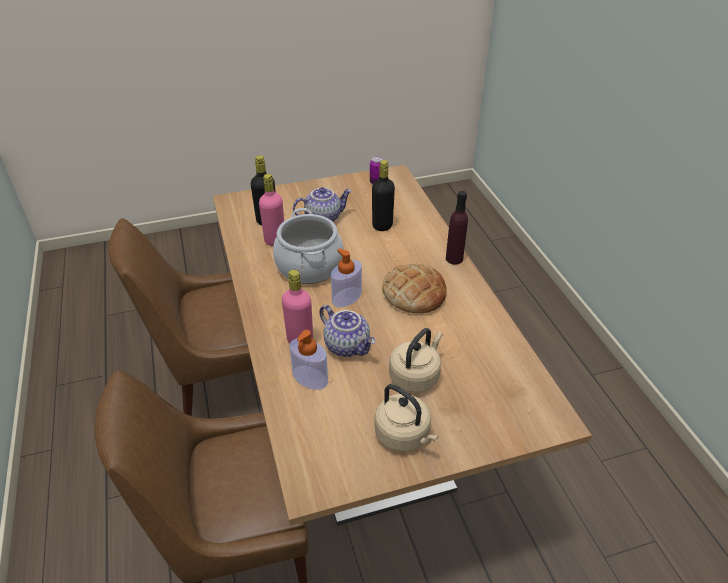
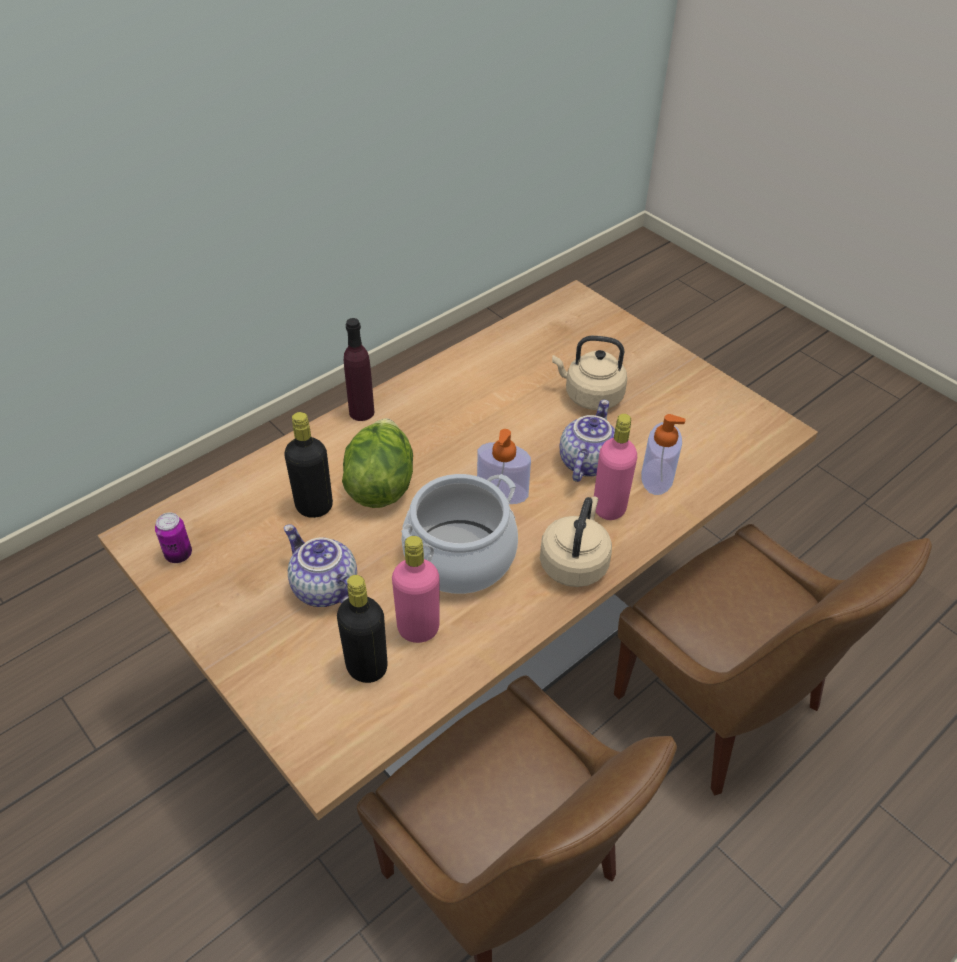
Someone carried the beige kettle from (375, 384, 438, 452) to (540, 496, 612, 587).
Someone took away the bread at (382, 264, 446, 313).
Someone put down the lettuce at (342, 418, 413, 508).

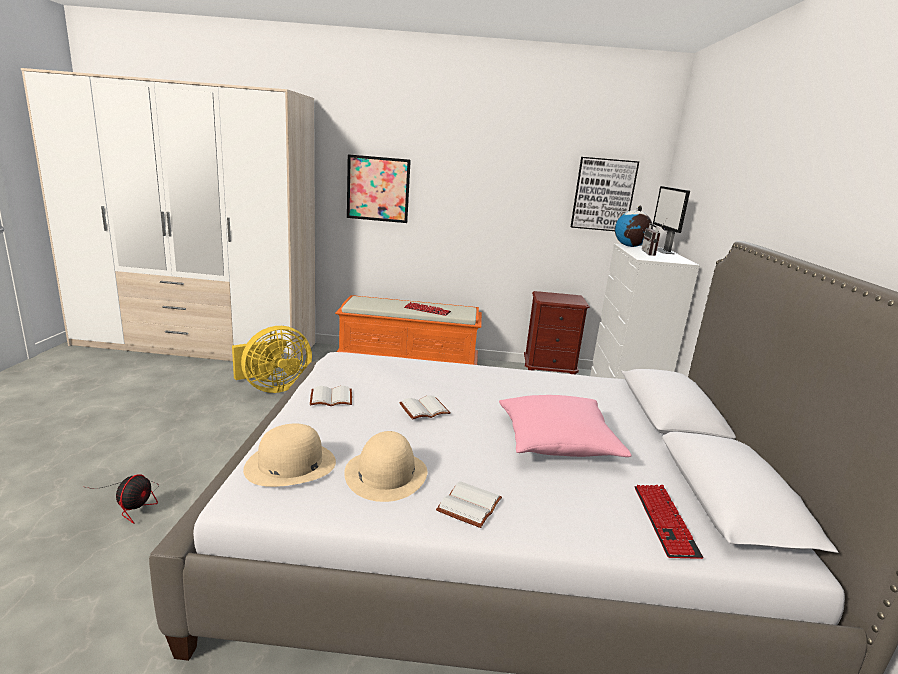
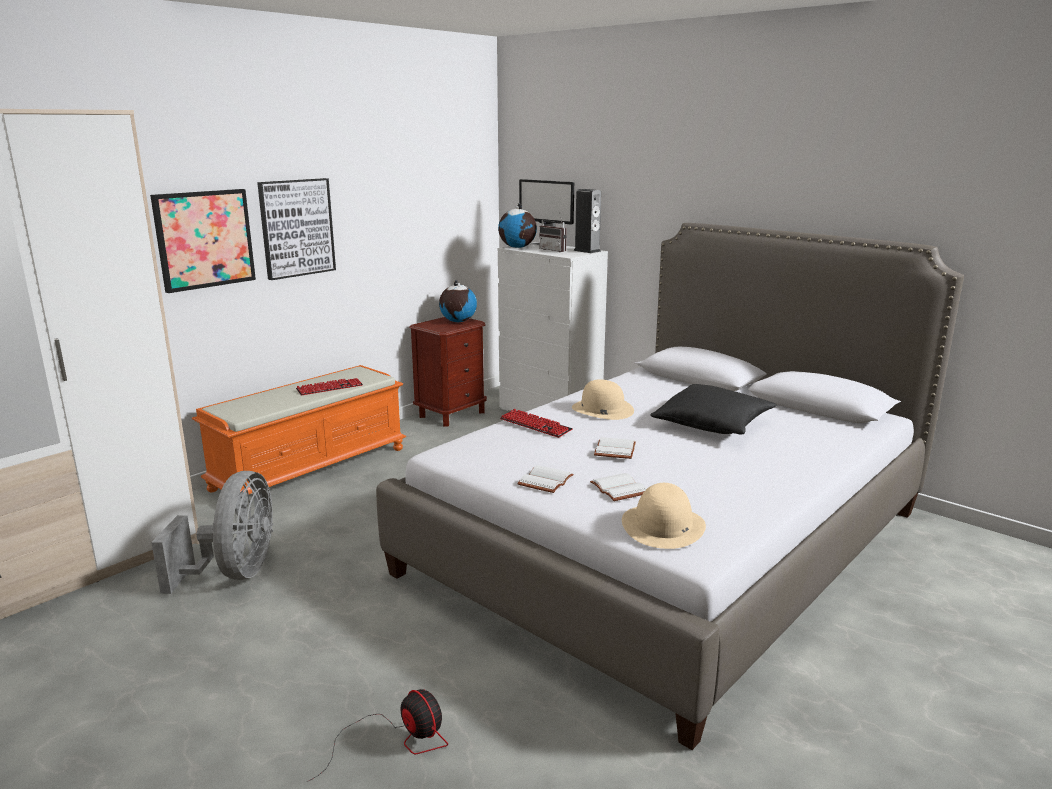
Someone repainted the yellow fan at (232, 326, 312, 393), which became the grey fan at (151, 471, 274, 594).
Someone carried the beige hat from (344, 431, 427, 502) to (572, 380, 634, 420).
Someone carried the white book from (436, 481, 502, 528) to (590, 473, 646, 501).
Someone repainted the pink pillow at (499, 395, 632, 457), which became the black pillow at (650, 384, 777, 435).
Someone carried the picture from (571, 157, 639, 231) to (257, 178, 336, 280).
Someone carried the keyboard from (635, 485, 703, 559) to (500, 409, 573, 438).
Someone put down the globe at (439, 280, 477, 322).
Someone put down the speaker at (573, 189, 601, 253).

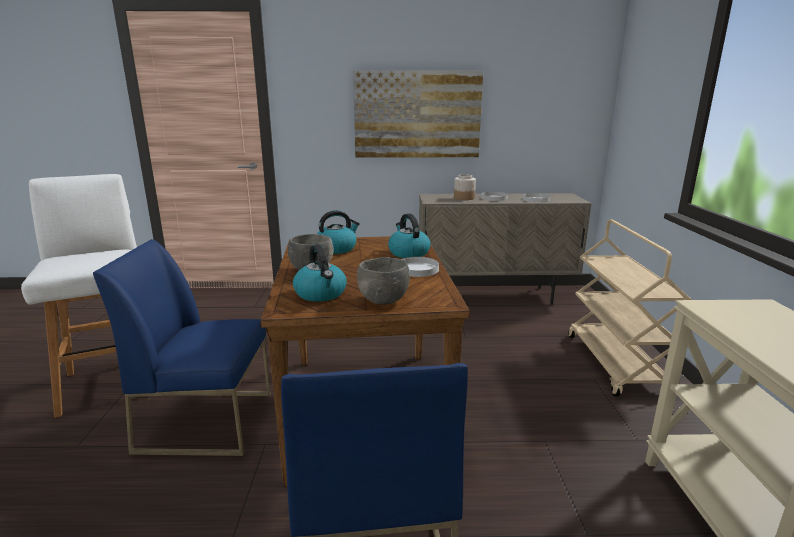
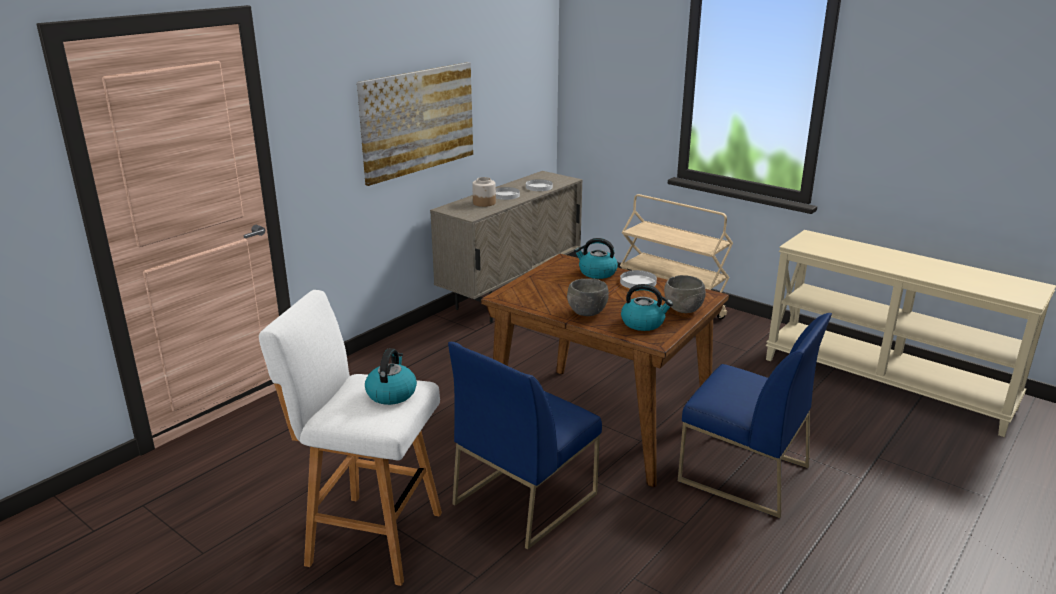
Someone carried the kettle from (317, 210, 360, 254) to (365, 348, 417, 405).

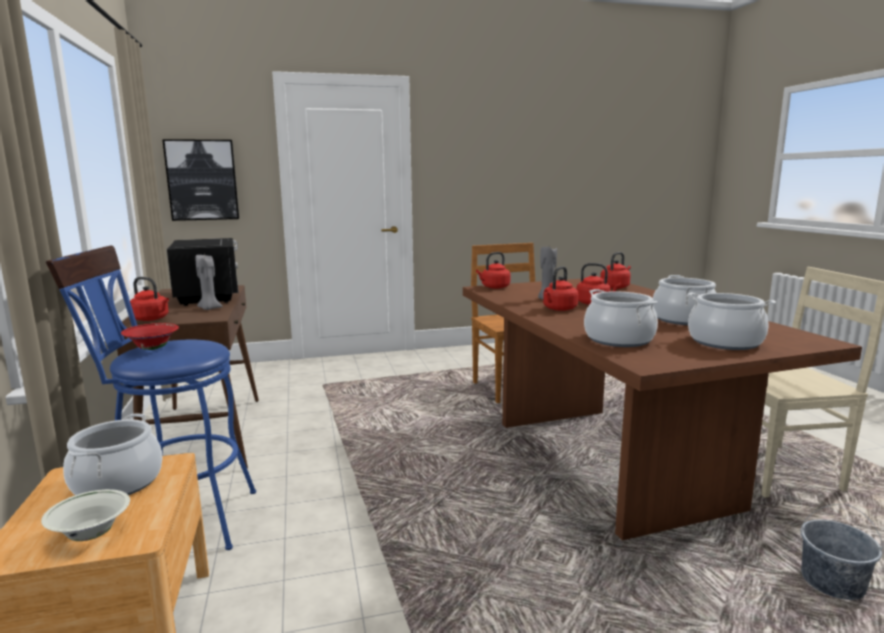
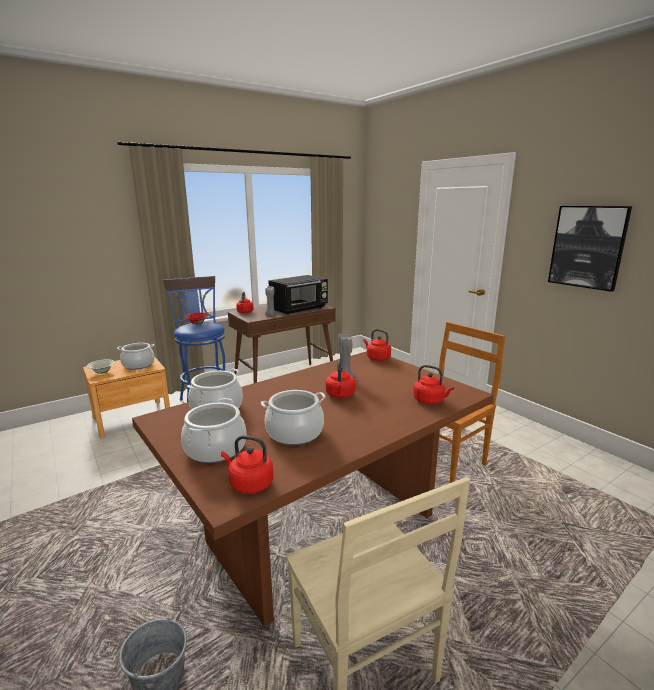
Someone carried the picture from (162, 139, 239, 221) to (548, 206, 632, 292).
Someone carried the red kettle from (543, 266, 578, 311) to (221, 435, 273, 494).

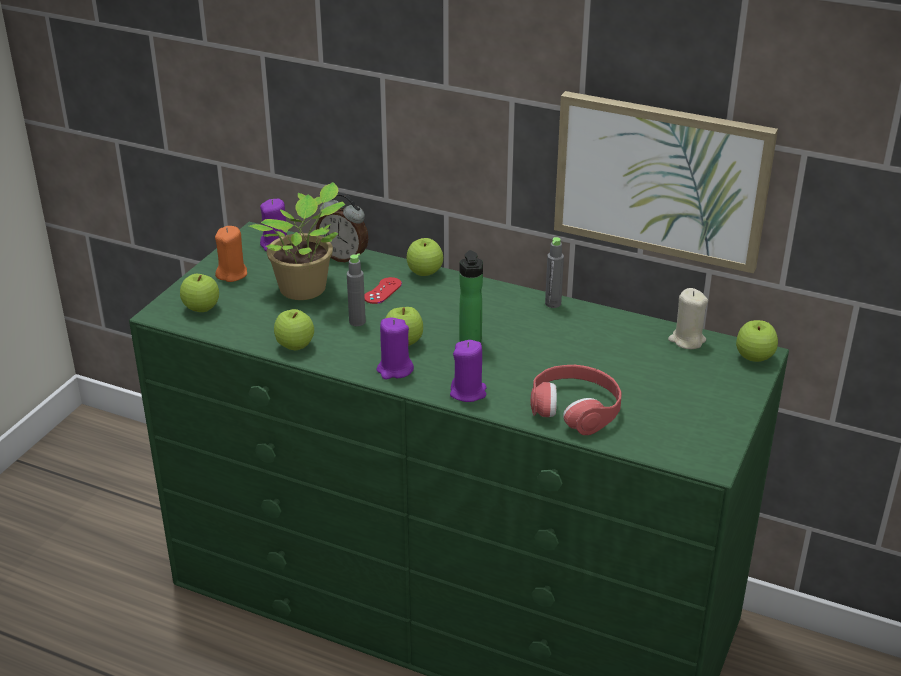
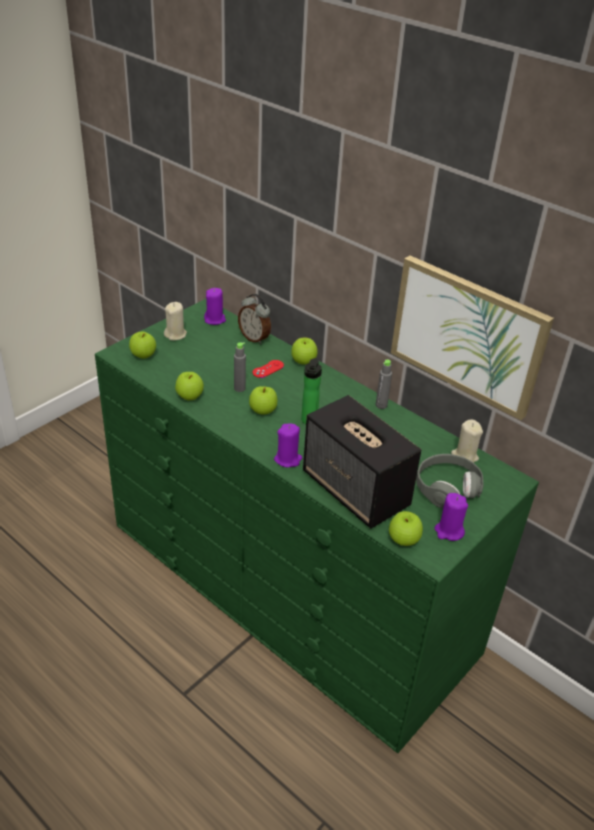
Someone repainted the orange candle at (215, 226, 247, 282), which became the beige candle at (164, 302, 187, 341).
Someone took away the potted plant at (249, 182, 346, 300).
Someone carried the purple candle from (376, 318, 414, 379) to (435, 493, 468, 541).
Someone swapped the red headphones at (530, 365, 621, 435) for the speaker at (303, 395, 421, 529).
Someone carried the apple from (736, 320, 778, 362) to (389, 511, 423, 546).
Someone put down the grey headphones at (416, 454, 484, 508).

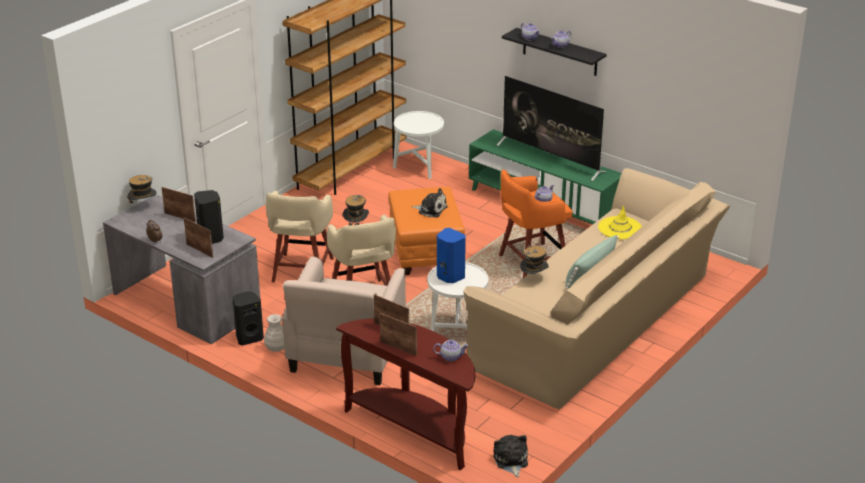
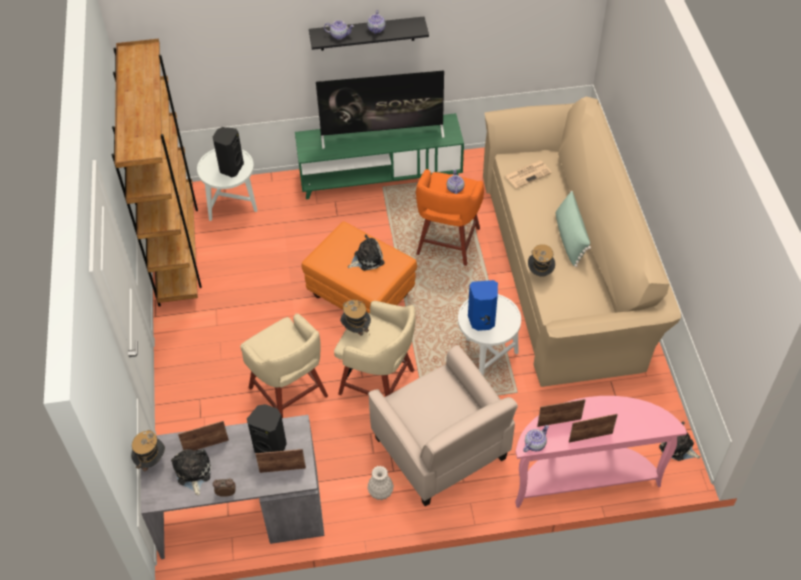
Someone carried the black speaker from (233, 291, 264, 345) to (213, 127, 244, 177).
Someone repainted the brown console table at (336, 319, 476, 470), which became the pink console table at (515, 396, 687, 508).
Someone carried the teapot from (433, 340, 469, 361) to (523, 425, 549, 452).
Someone swapped the yellow hat at (598, 205, 642, 239) for the newspaper at (505, 160, 552, 189).
Someone put down the plush toy at (171, 449, 211, 496).

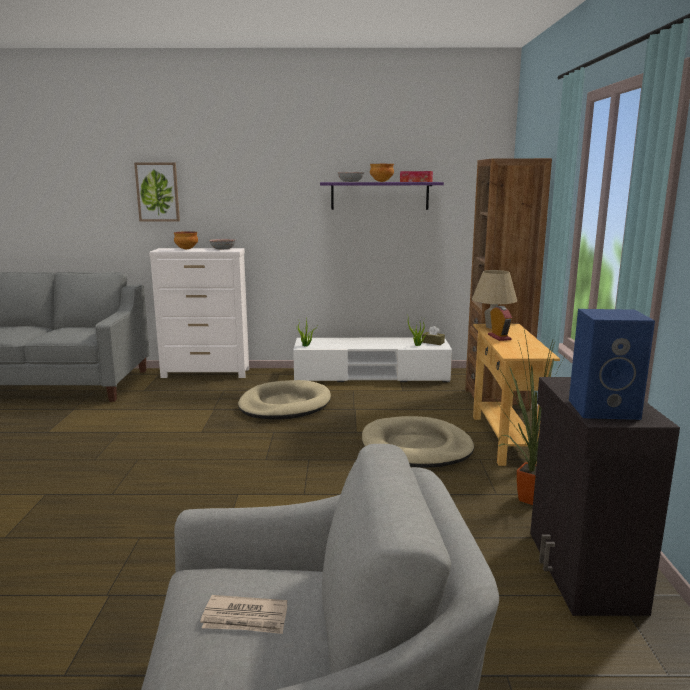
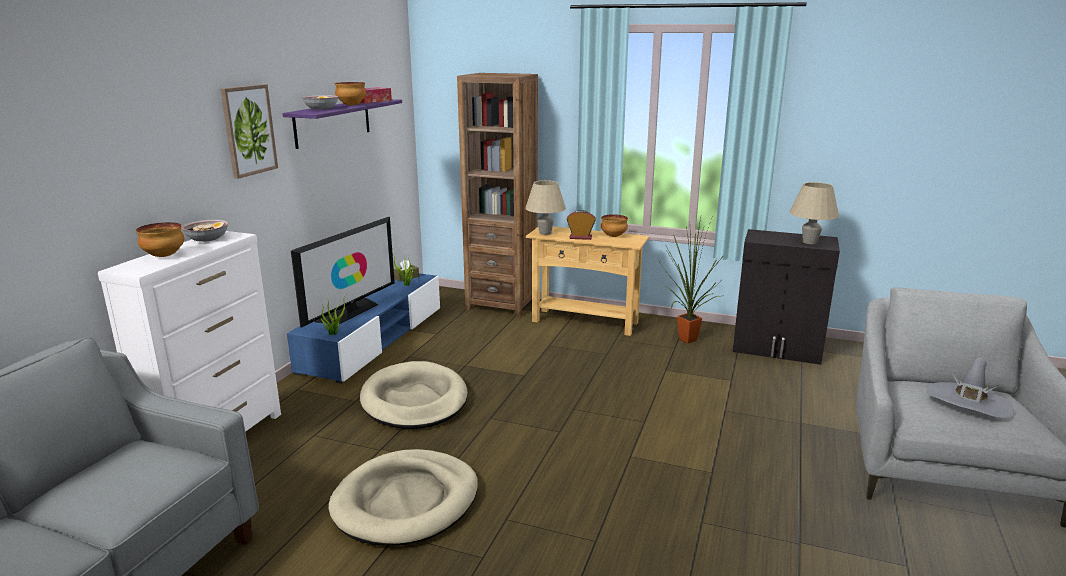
Someone carried the picture from (134, 162, 180, 222) to (220, 84, 278, 179).
Someone swapped the newspaper at (200, 595, 287, 634) for the grey hat at (927, 358, 1014, 418).
Someone repainted the white tv stand at (293, 338, 452, 382), which became the blue tv stand at (287, 273, 440, 384).
Someone carried the beige dog bed from (362, 416, 474, 468) to (328, 449, 478, 546).
Someone swapped the blue speaker at (569, 309, 655, 420) for the beige table lamp at (790, 182, 839, 244).
Someone put down the television at (291, 217, 395, 328).
Someone put down the bowl at (601, 214, 628, 237).

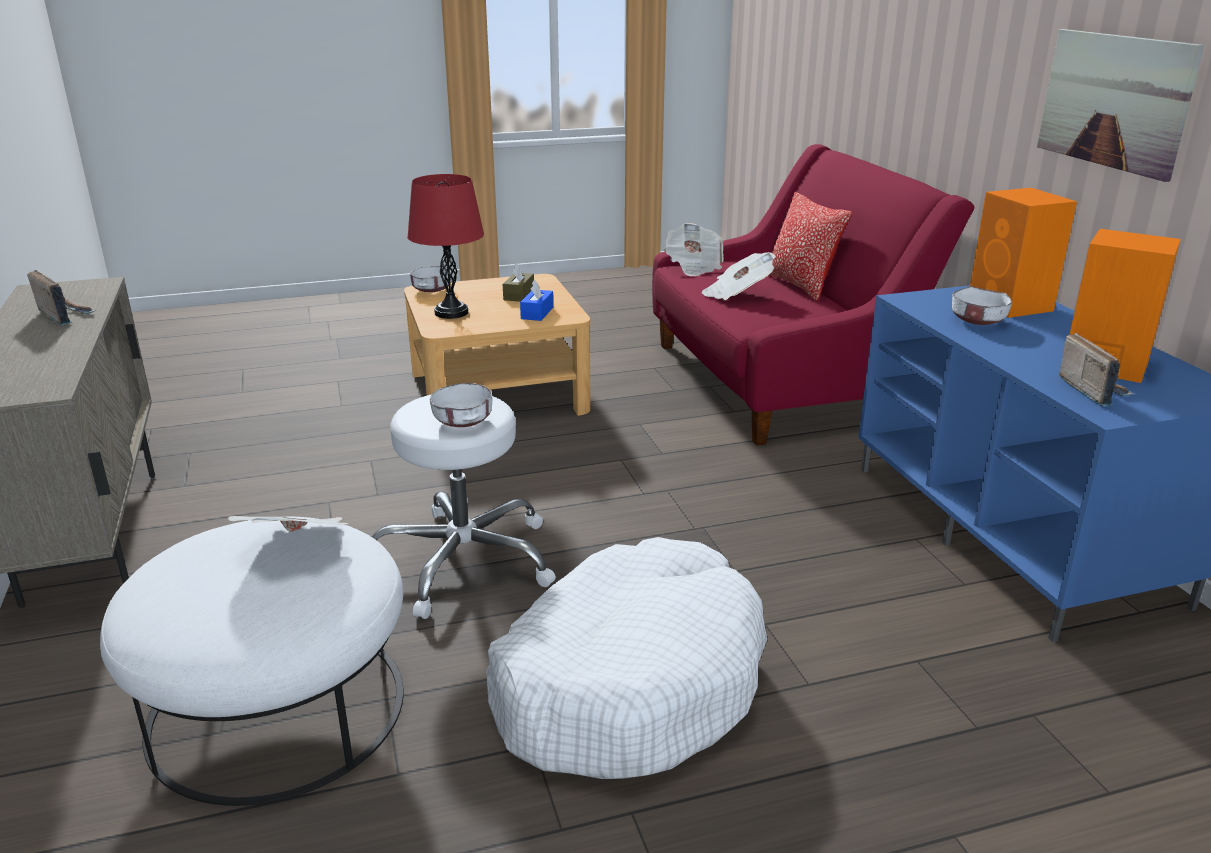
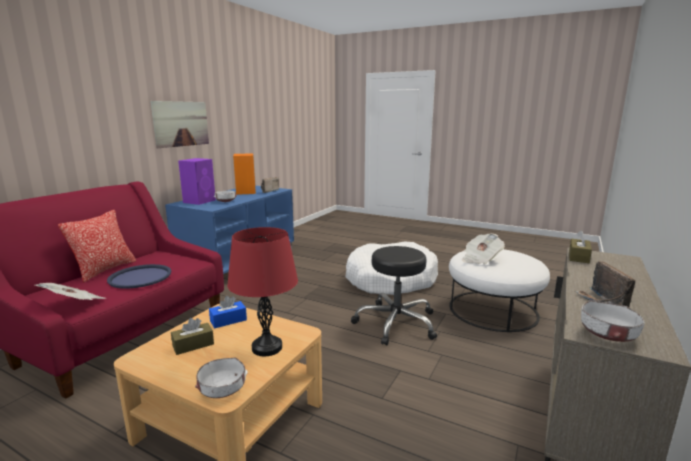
Someone repainted the white stool at (372, 394, 556, 619), which became the black stool at (351, 246, 437, 346).
Someone carried the white bowl from (430, 383, 492, 427) to (581, 300, 645, 342).
Someone swapped the newspaper at (702, 252, 776, 300) for the blue tray at (107, 264, 171, 289).
Someone repainted the orange speaker at (970, 188, 1077, 318), which became the purple speaker at (178, 158, 216, 205).
Someone put down the brown tissue box at (569, 230, 592, 263).

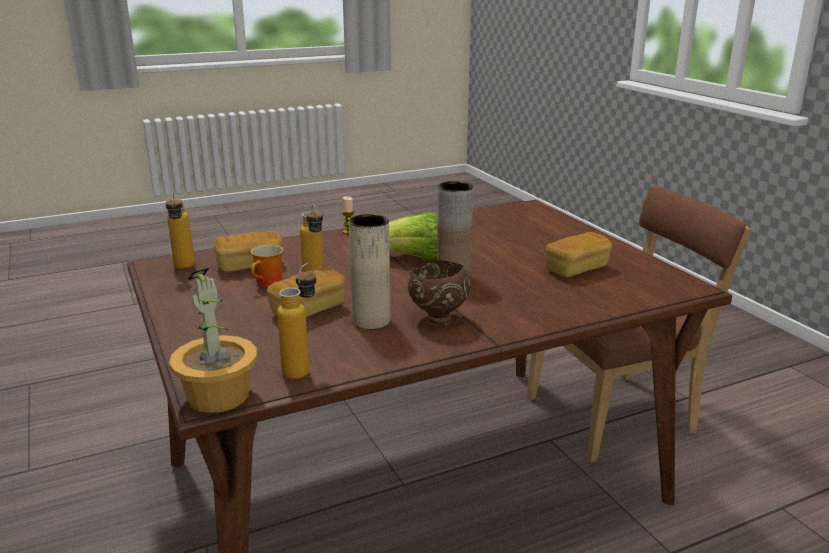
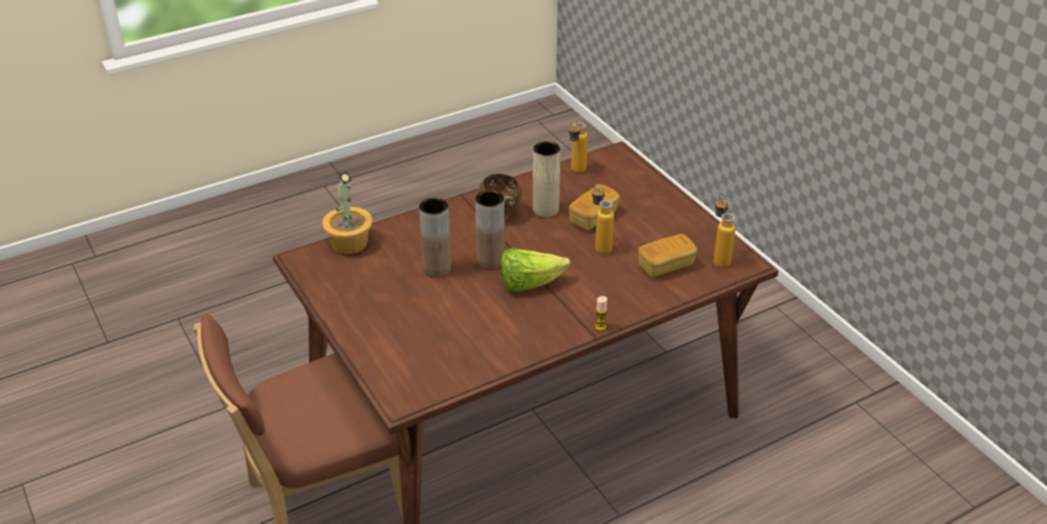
Someone carried the potted plant from (169, 268, 257, 413) to (322, 171, 373, 254).
Someone took away the mug at (251, 244, 284, 287).
Someone took away the bread at (545, 232, 612, 278).
Someone put down the brown vase at (419, 198, 451, 278).

